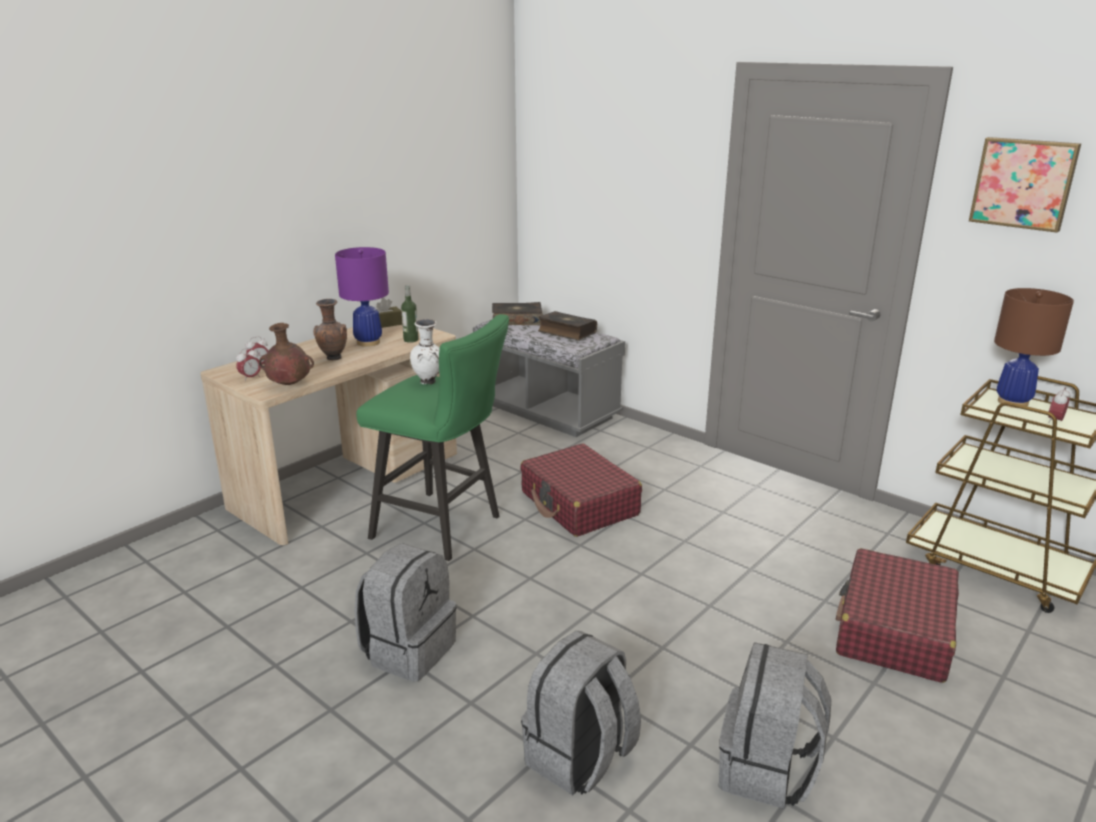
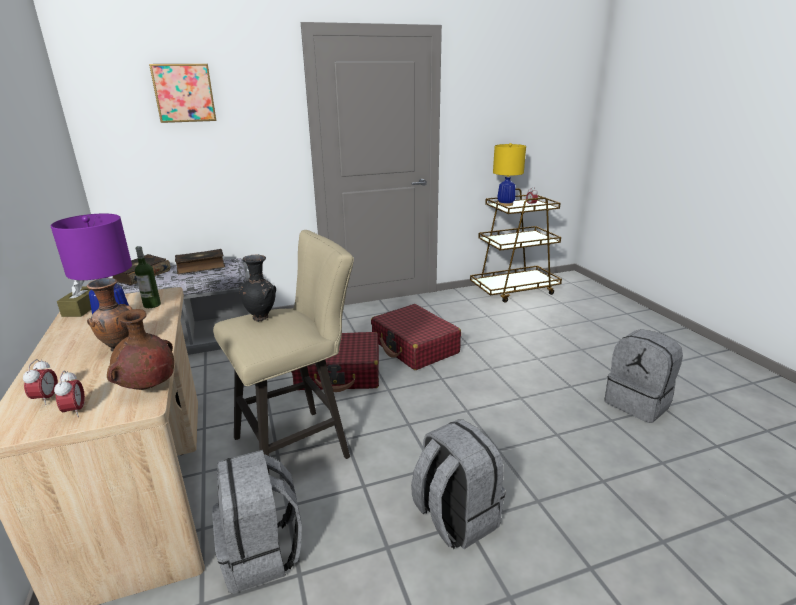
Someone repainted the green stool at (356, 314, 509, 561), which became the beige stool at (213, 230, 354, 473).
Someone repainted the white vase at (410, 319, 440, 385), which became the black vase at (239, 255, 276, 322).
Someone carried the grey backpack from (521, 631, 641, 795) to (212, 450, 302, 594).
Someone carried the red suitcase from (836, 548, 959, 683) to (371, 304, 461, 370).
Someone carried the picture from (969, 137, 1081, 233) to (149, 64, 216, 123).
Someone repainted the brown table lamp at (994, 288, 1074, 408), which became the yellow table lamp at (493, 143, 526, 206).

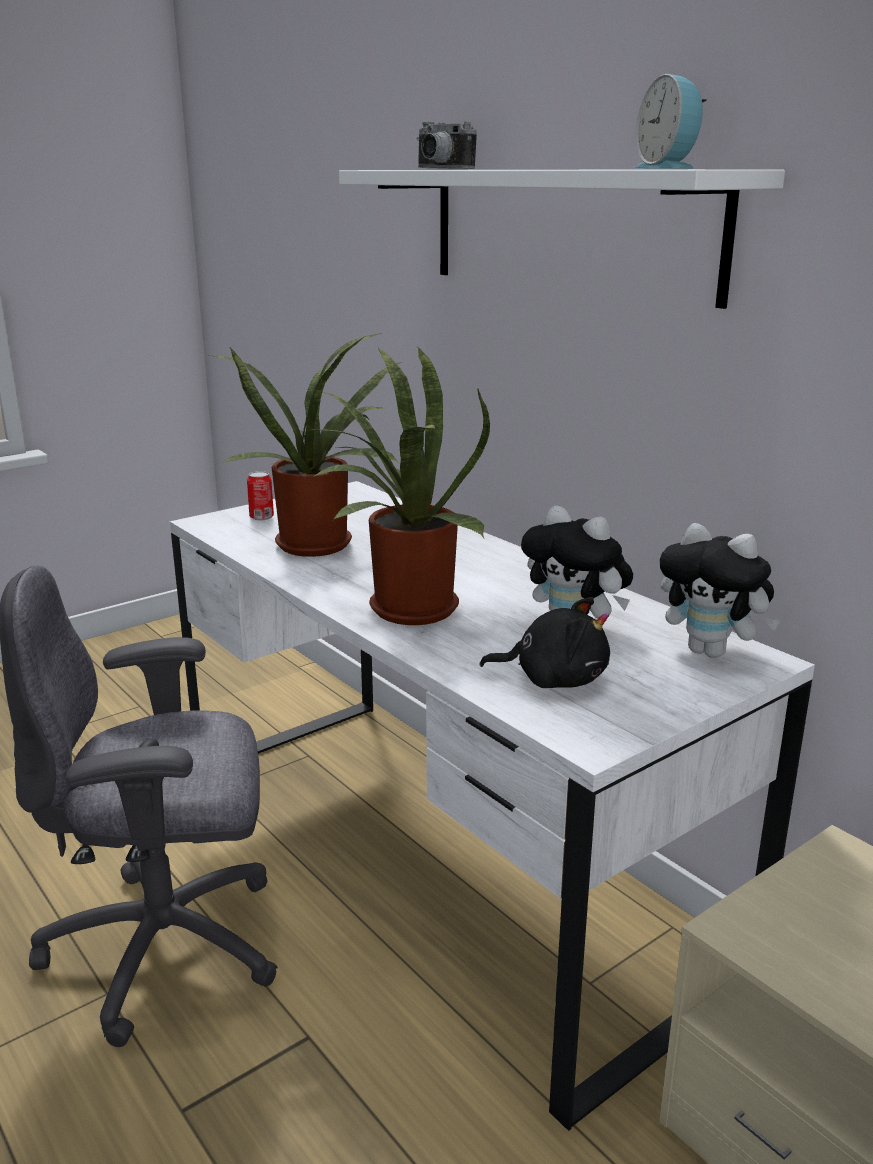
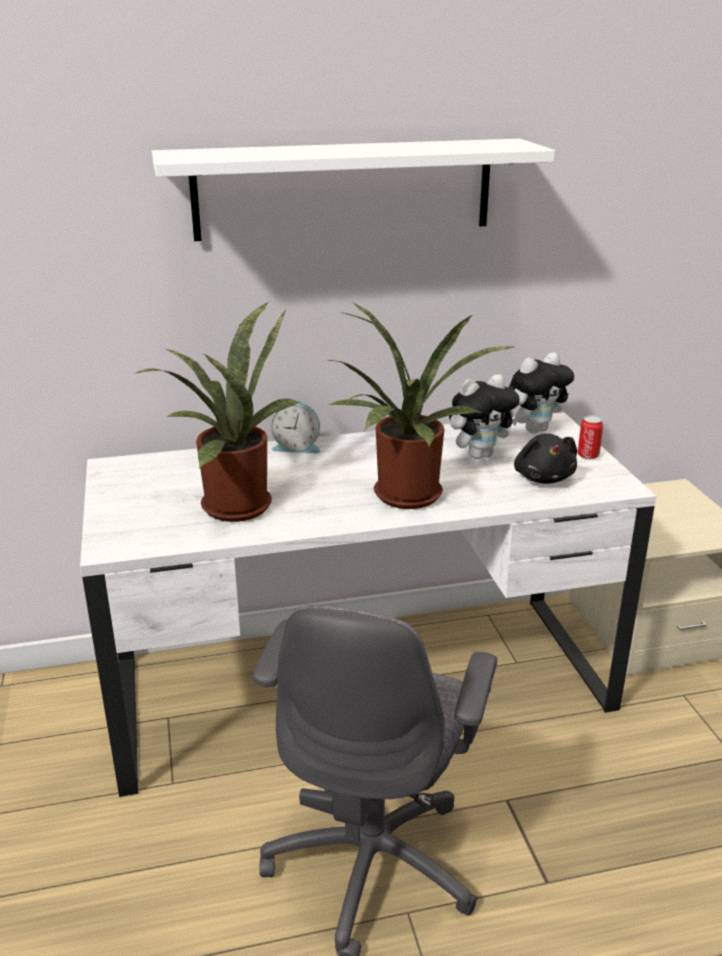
Someone carried the can from (247, 471, 274, 520) to (577, 415, 603, 460).
Someone took away the photo camera at (417, 122, 477, 169).
Someone rotated the black plush toy at (479, 597, 610, 688) by 135 degrees clockwise.
Someone carried the alarm clock from (634, 74, 707, 169) to (271, 403, 321, 453).

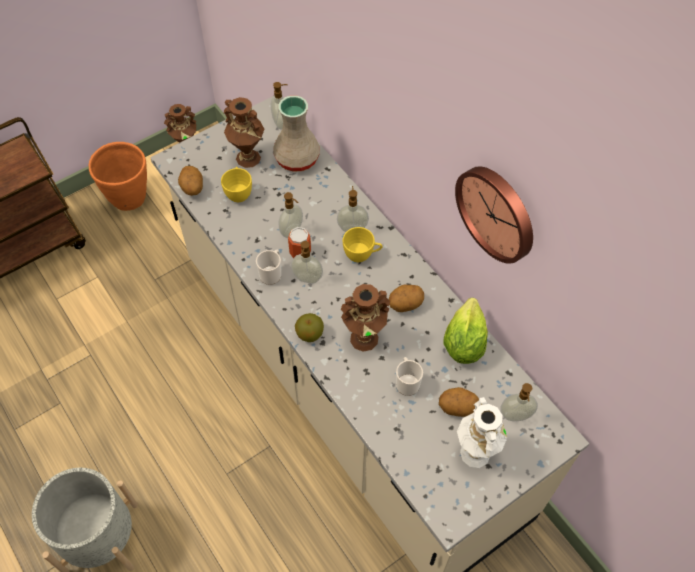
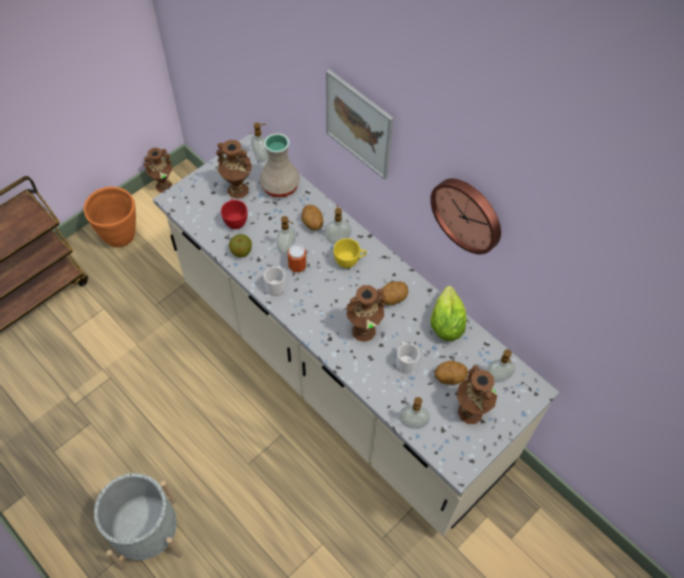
Someone carried the potato from (178, 166, 203, 196) to (302, 205, 323, 230).
Someone repainted the yellow cup at (221, 167, 252, 202), which became the red cup at (221, 199, 247, 229).
Someone carried the soap dispenser from (291, 241, 323, 284) to (399, 397, 430, 429).
Someone carried the apple from (295, 313, 324, 342) to (229, 234, 252, 258).
Someone repainted the white vase at (457, 397, 507, 468), which became the brown vase at (456, 365, 497, 424).
Someone put up the picture at (326, 69, 394, 180).

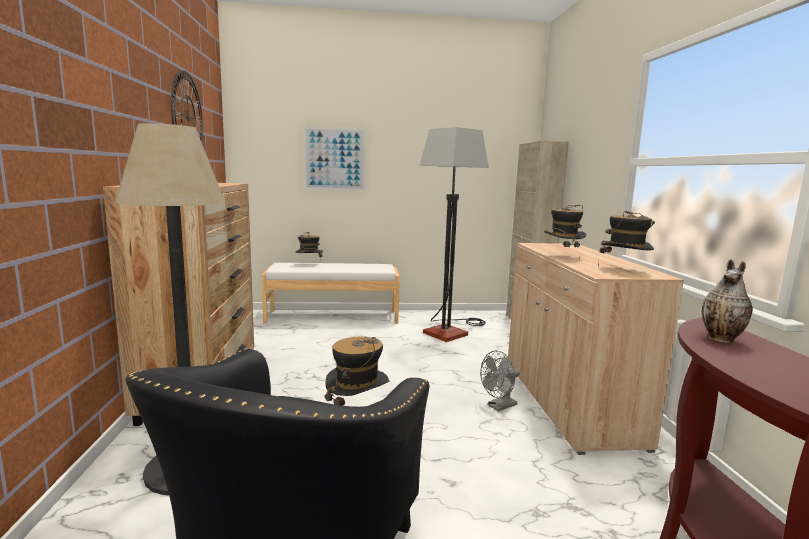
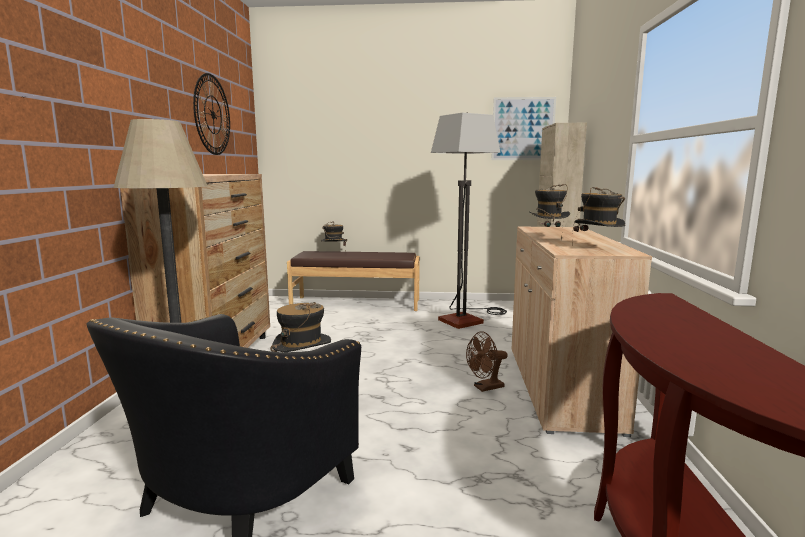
Someone repainted the white bench at (262, 263, 400, 324), which became the brown bench at (287, 251, 420, 311).
Someone carried the picture from (304, 127, 366, 191) to (491, 97, 556, 160).
Someone repainted the grey fan at (480, 350, 520, 411), which became the brown fan at (466, 331, 508, 392).
Someone took away the vase at (702, 259, 753, 343).

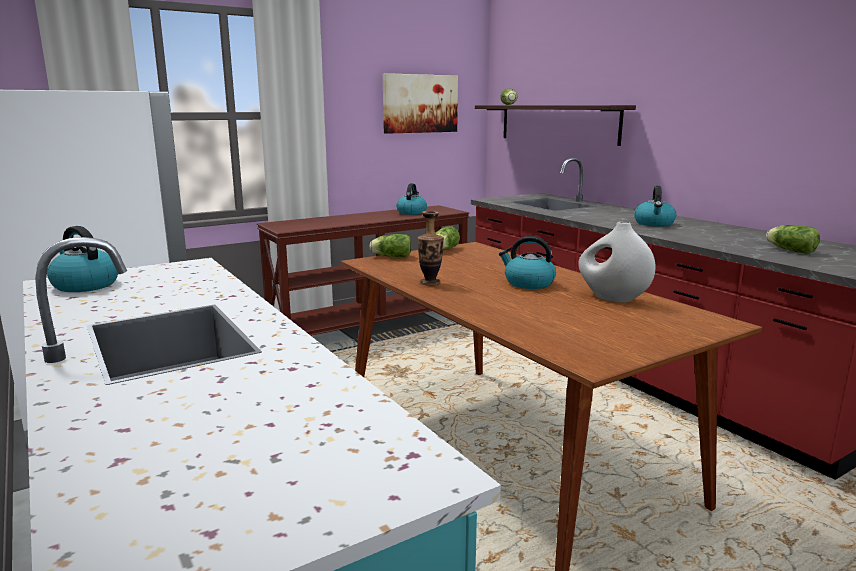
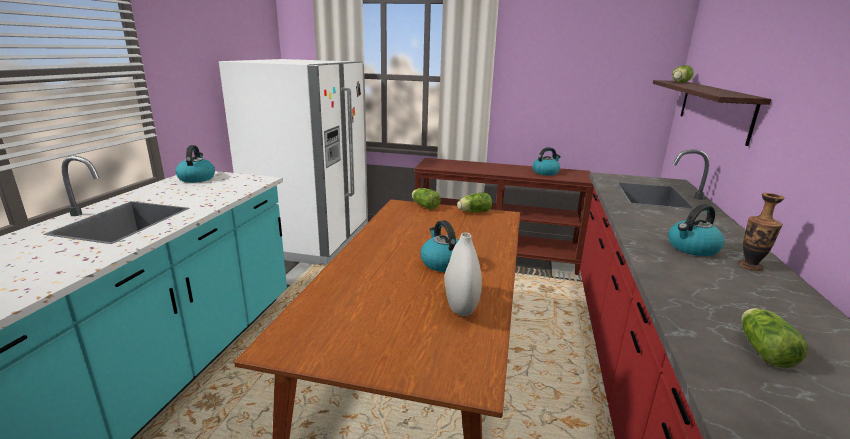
Someone took away the picture at (383, 73, 458, 134).
Someone carried the vase from (417, 211, 444, 286) to (738, 193, 784, 271).

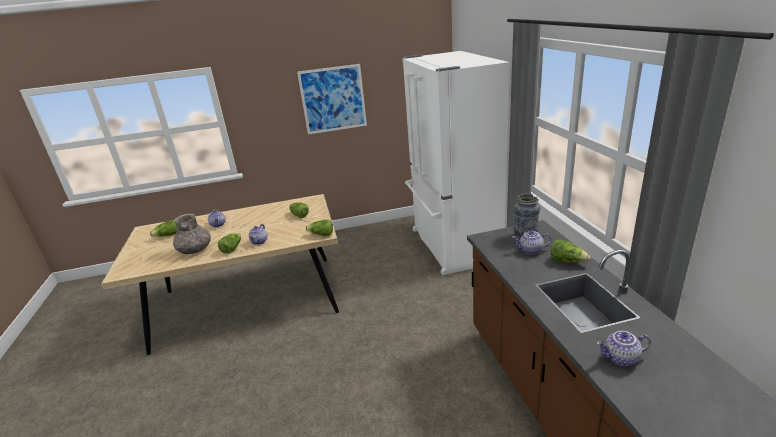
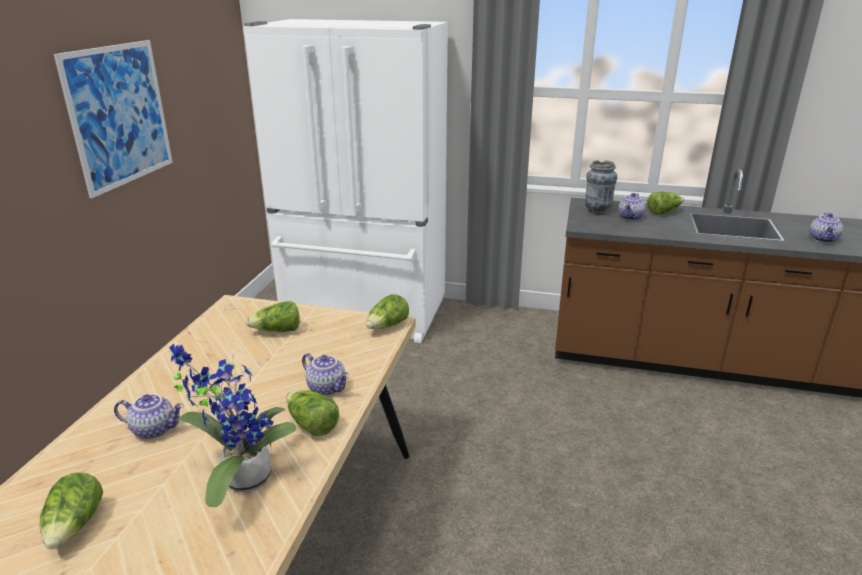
Someone swapped the grey vase at (173, 214, 211, 254) for the potted plant at (169, 344, 296, 507).

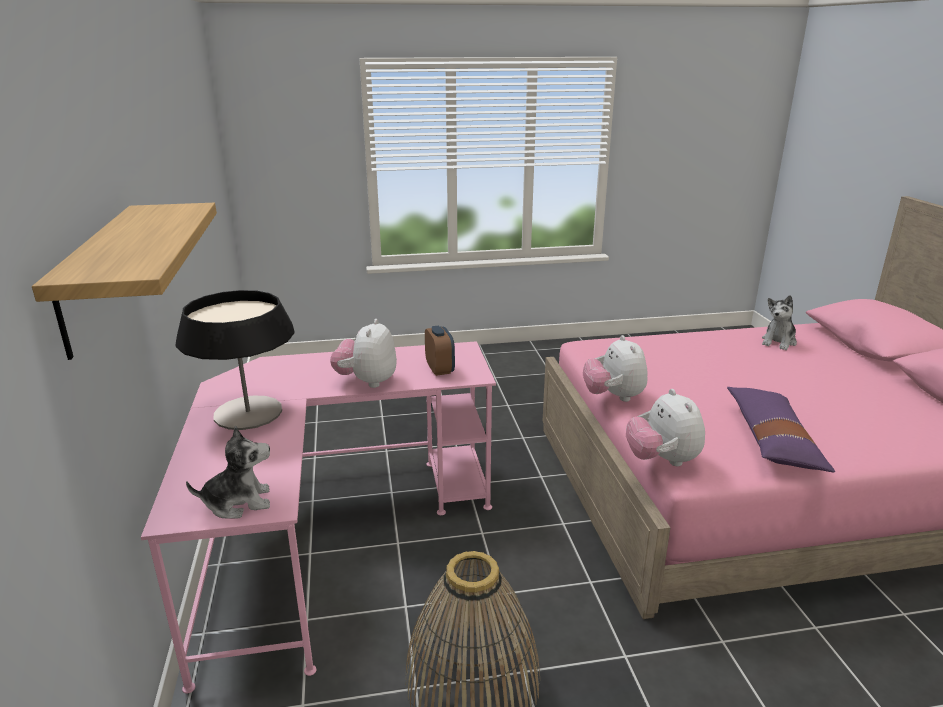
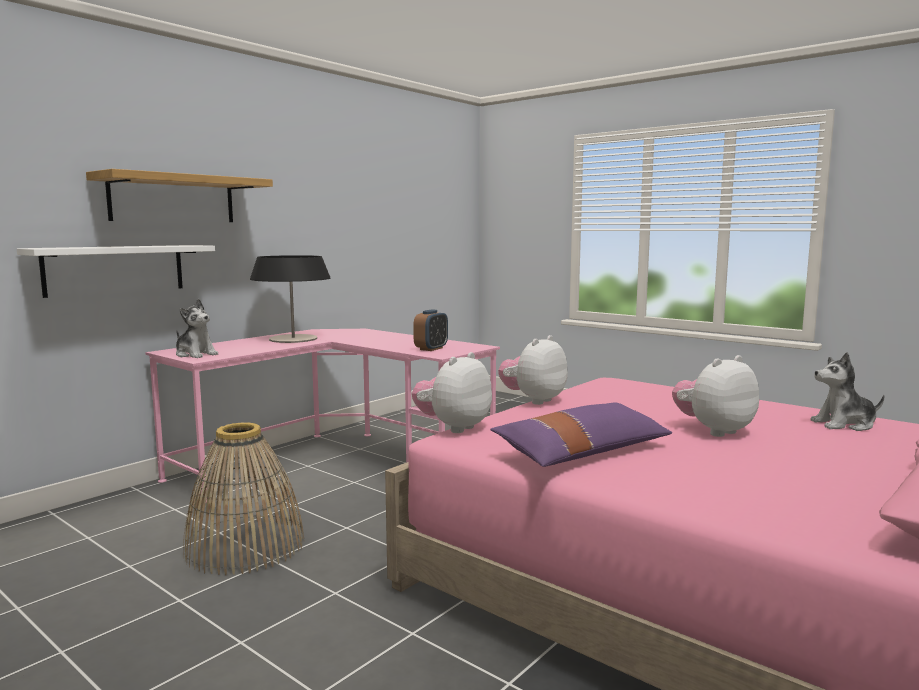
Someone carried the plush toy from (330, 319, 397, 388) to (672, 355, 759, 437).
Someone put up the white shelf at (17, 245, 215, 298).

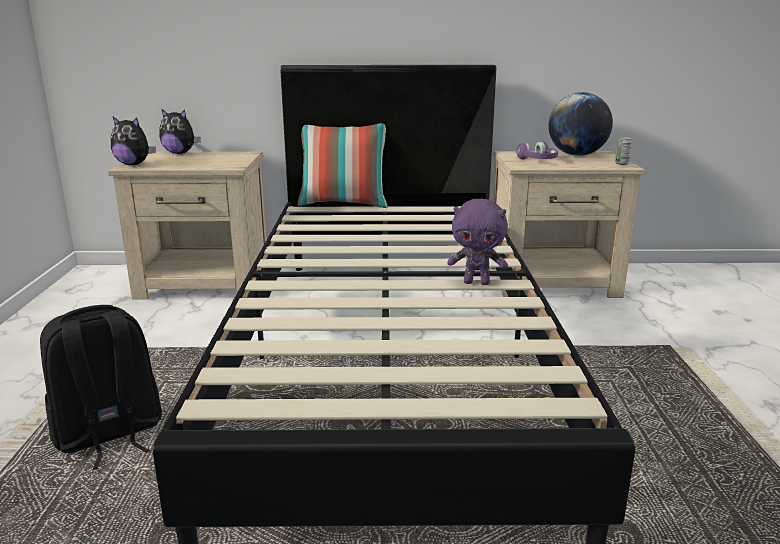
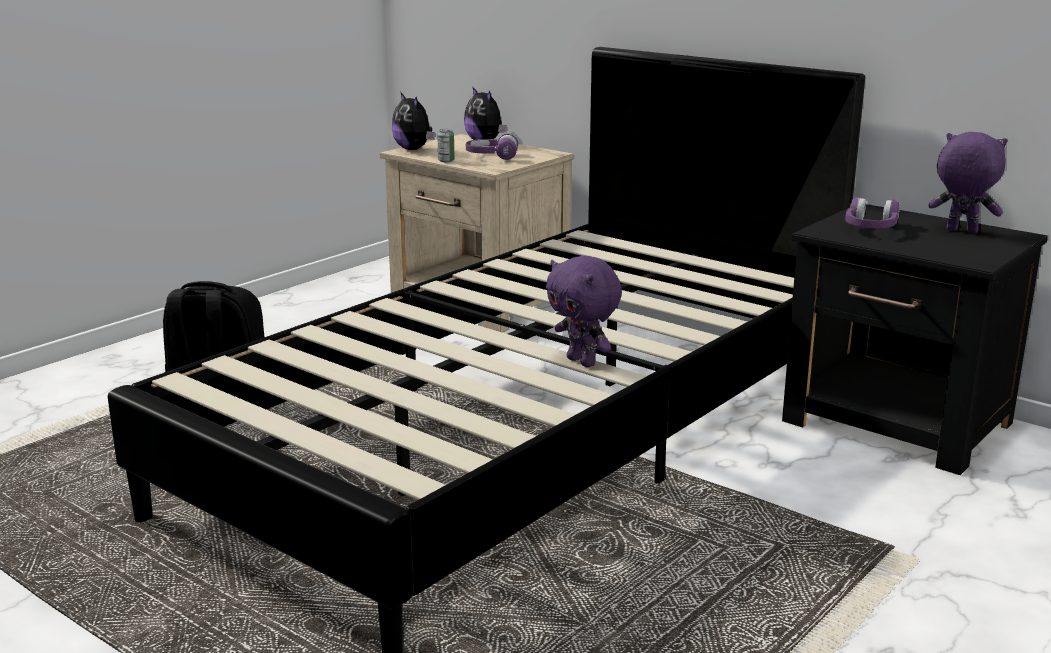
Someone took away the pillow at (298, 123, 388, 208).
Someone repainted the beige nightstand at (490, 151, 645, 298), which became the black nightstand at (782, 204, 1048, 475).
Someone swapped the globe at (548, 92, 613, 156) for the purple plush toy at (928, 132, 1008, 234).
Someone carried the can from (615, 137, 632, 165) to (437, 129, 455, 162).
Someone put down the purple headphones at (466, 134, 518, 160).

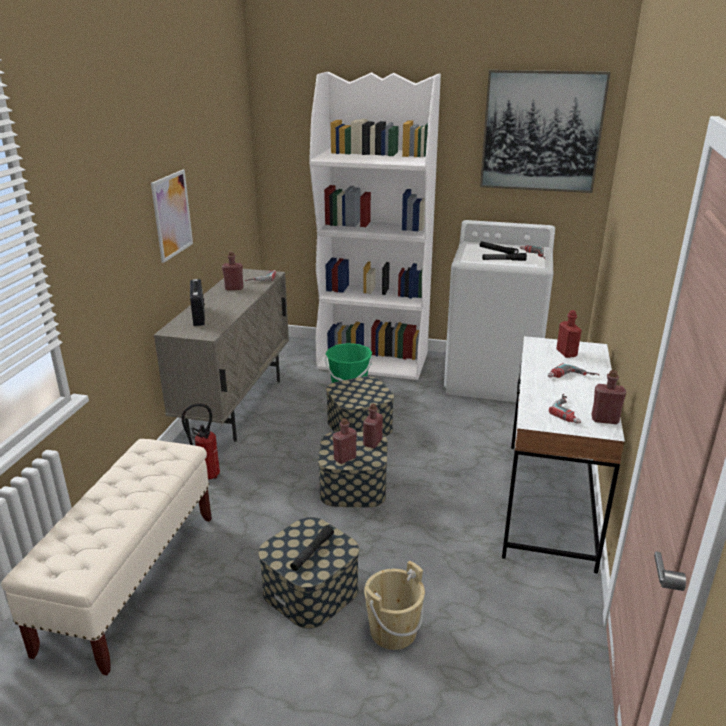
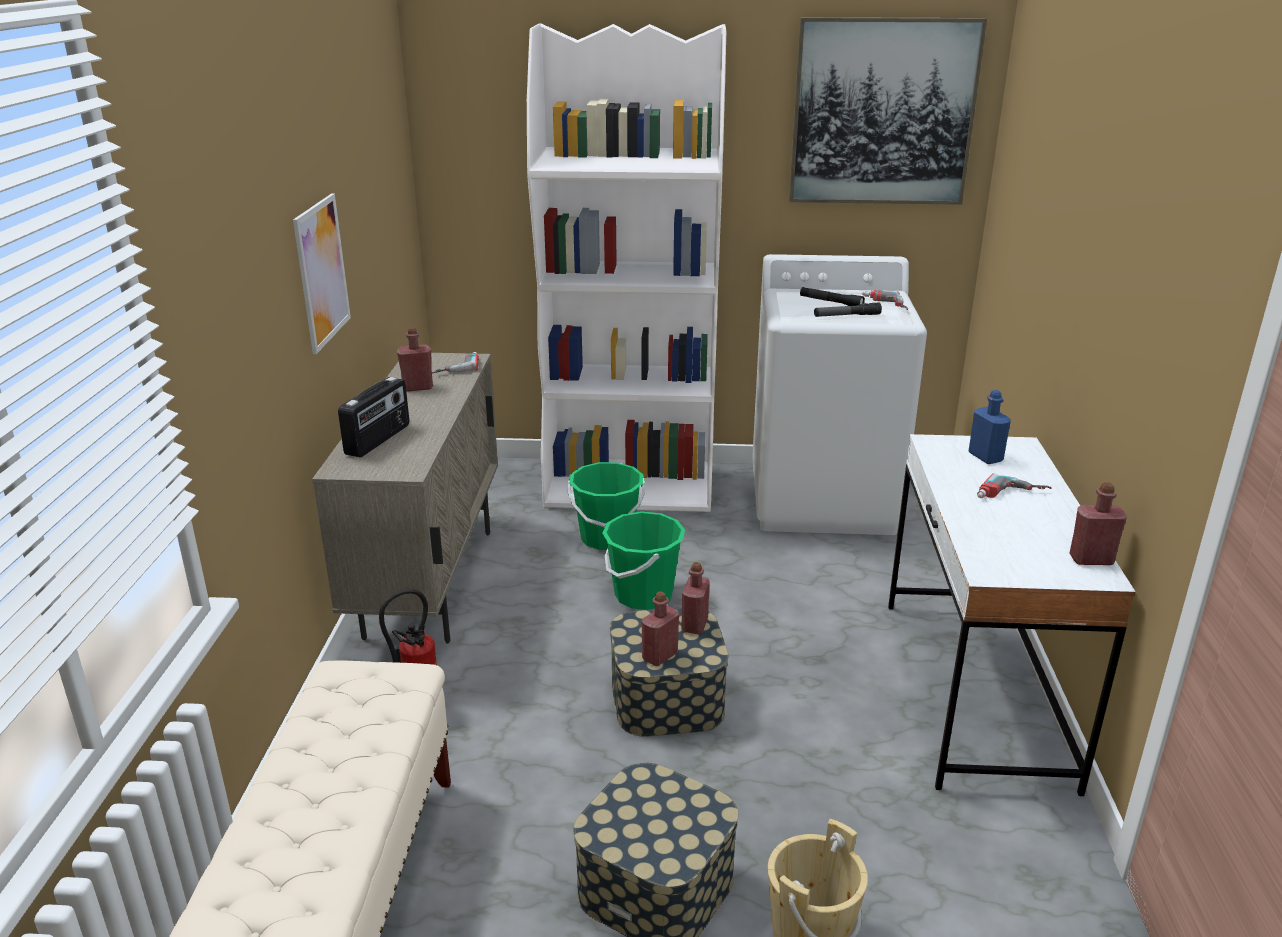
Someone rotated the radio at (190, 279, 205, 326) by 45 degrees clockwise.
Someone took away the black flashlight at (290, 525, 334, 571).
Someone swapped the storage box at (326, 376, 394, 436) for the green bucket at (602, 511, 685, 610).
Someone took away the power drill at (549, 394, 581, 424).
Someone repainted the red bottle at (556, 310, 582, 358), which became the blue bottle at (969, 390, 1011, 464).

